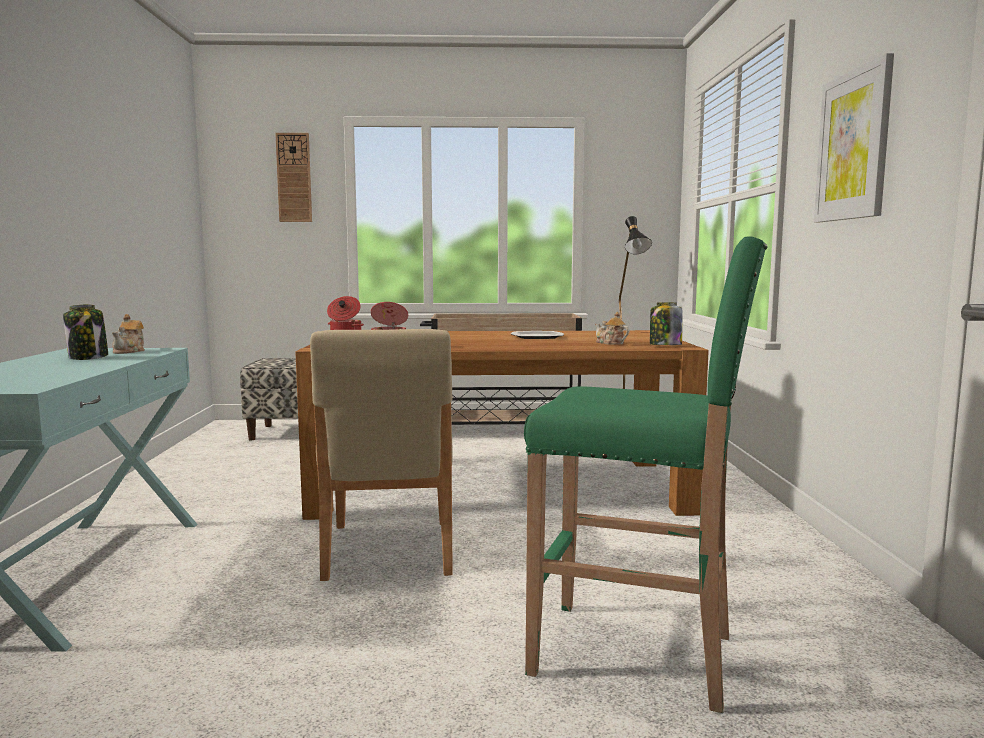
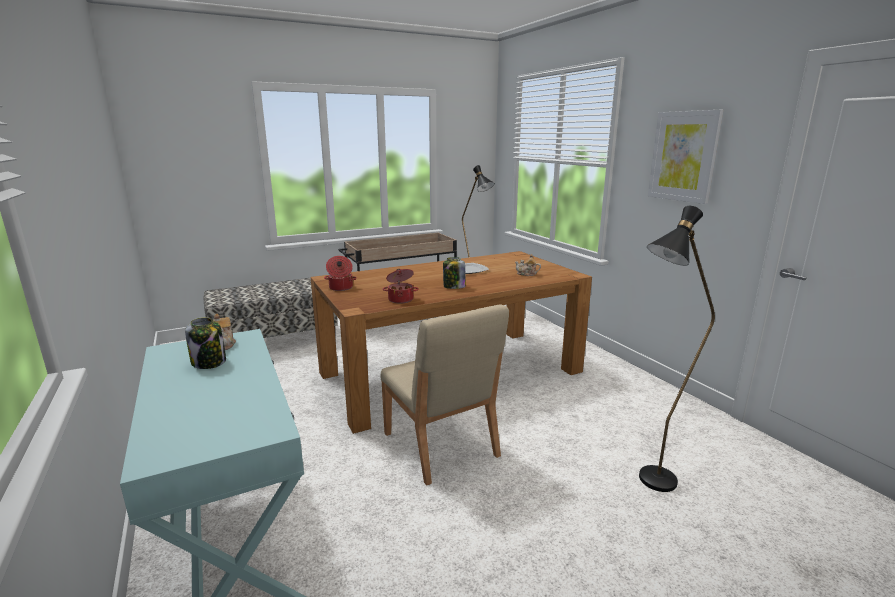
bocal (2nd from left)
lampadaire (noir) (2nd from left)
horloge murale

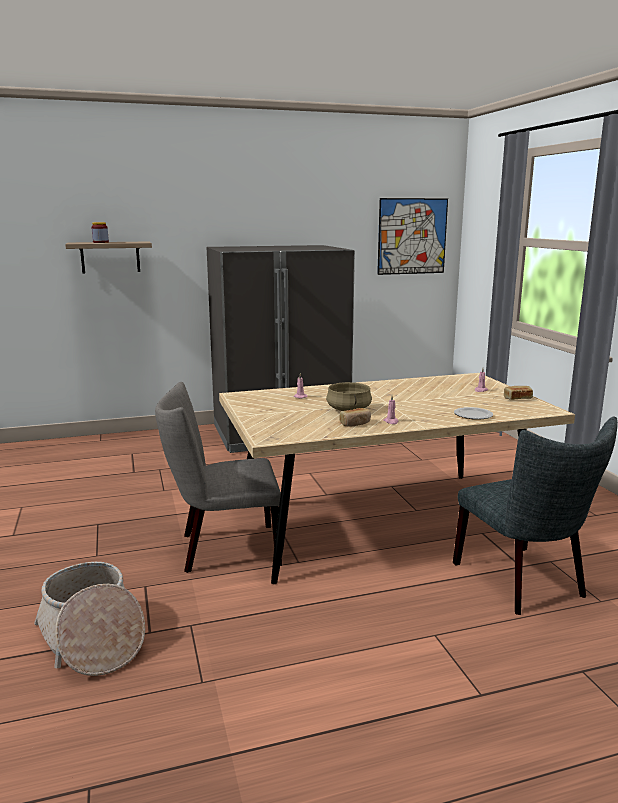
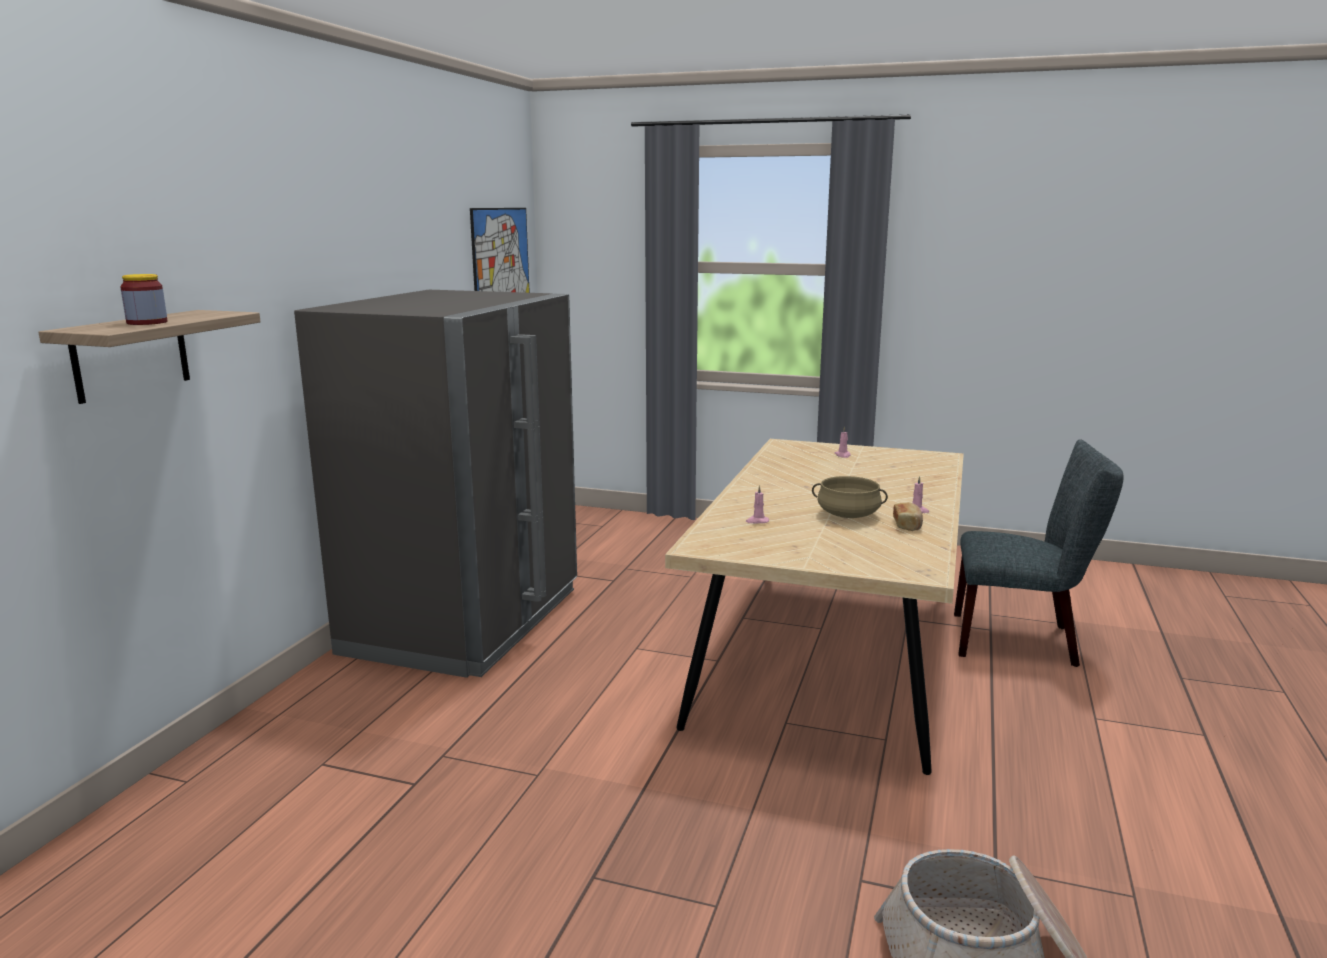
chaise (gris) (1st from left in the first image)
assiette
pain (2nd from left in the first image)

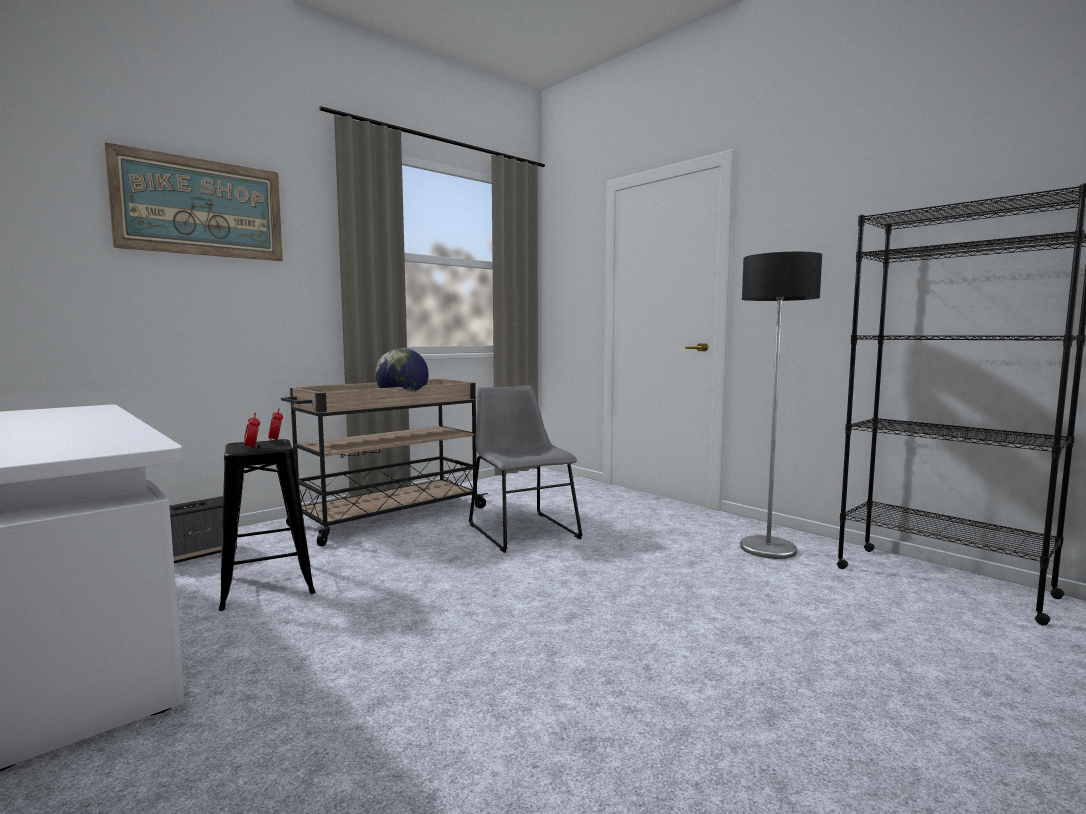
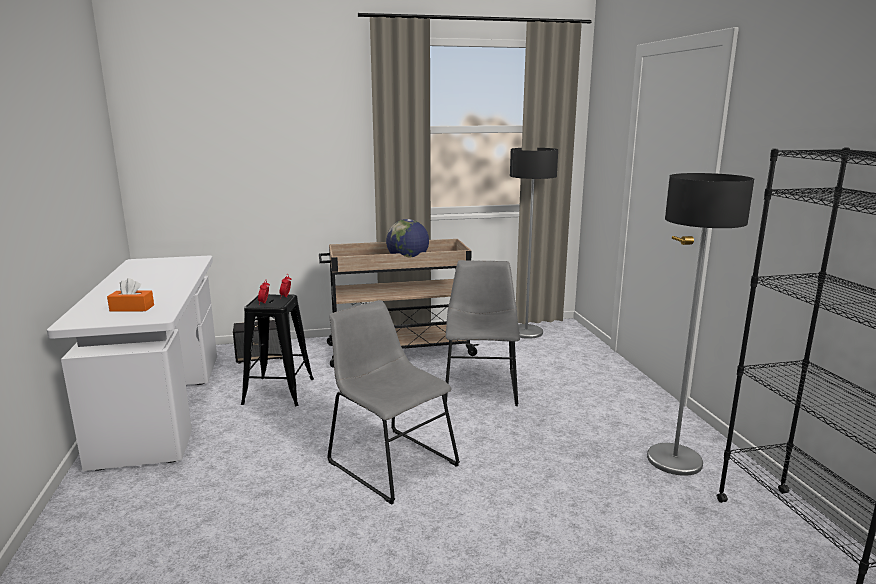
boîte à mouchoirs (orange)
chaise (gris) (1st from left)
lampadaire (1st from left)
tableau

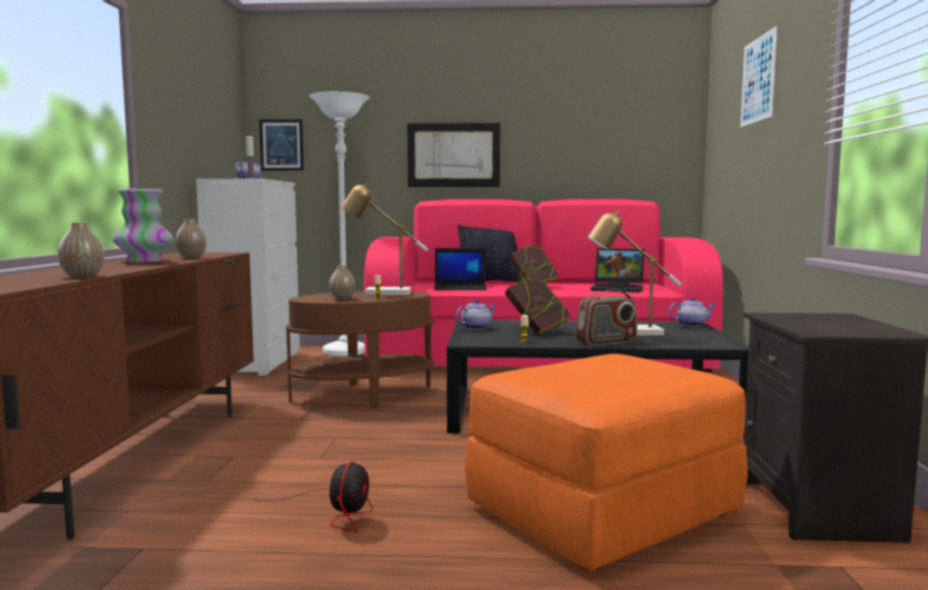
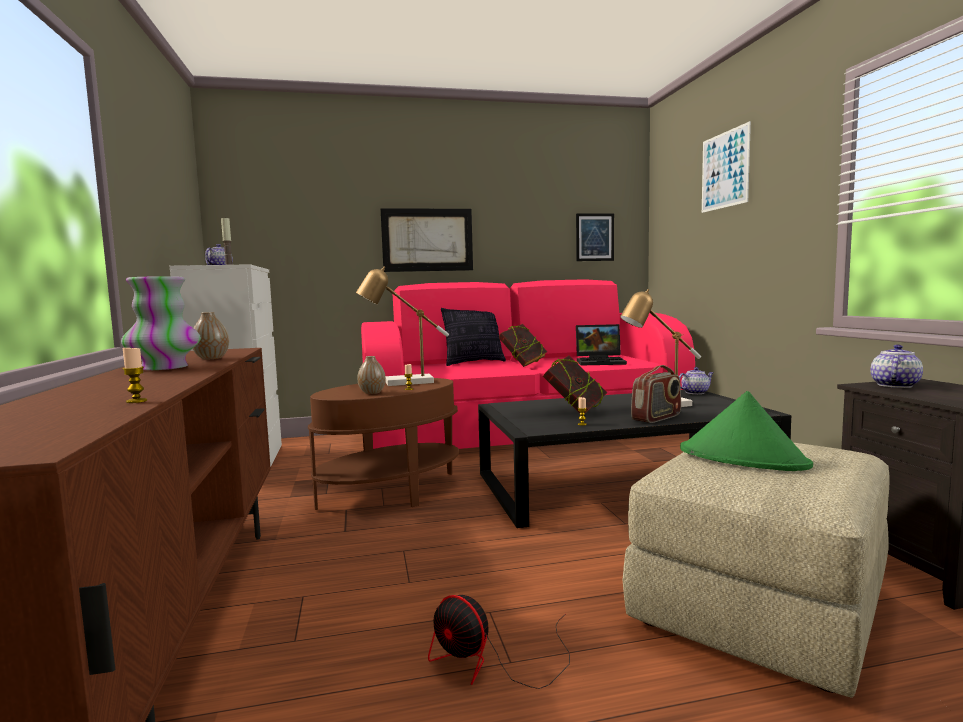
bougie (1st from left)
ventilateur
tableau (2nd from left)
pouf (beige)
chapeau (vert)
théière (3rd from left)
lampadaire (blanc)
ordinateur portable (1st from left in the first image)

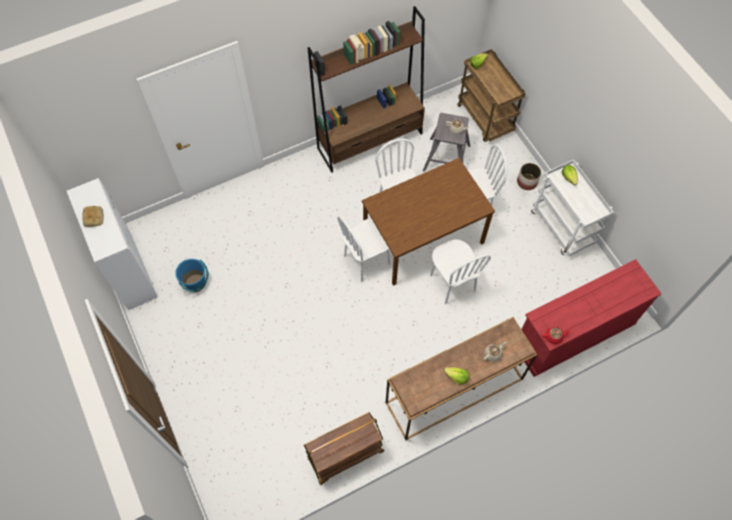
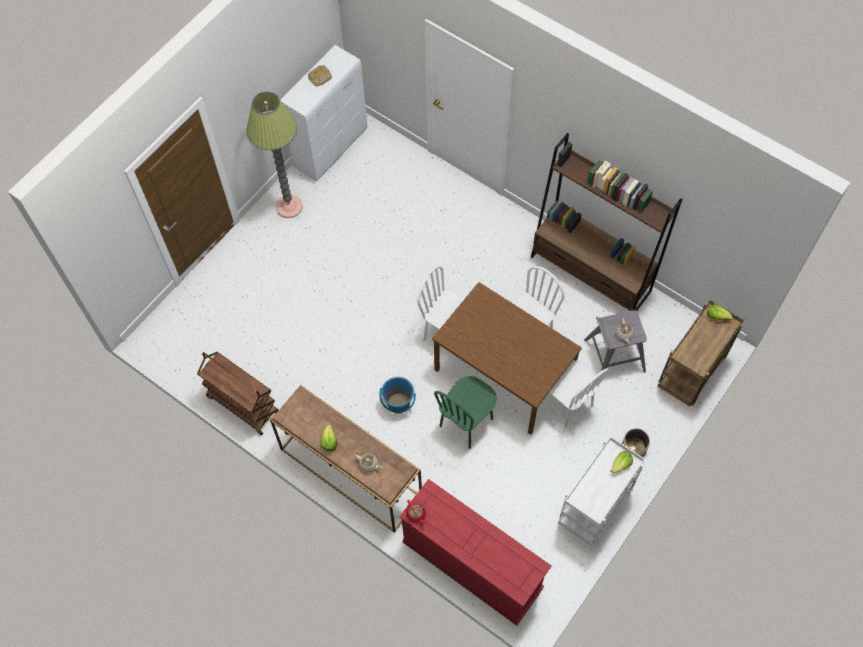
lampadaire
seau (bleu)
chaise (vert)

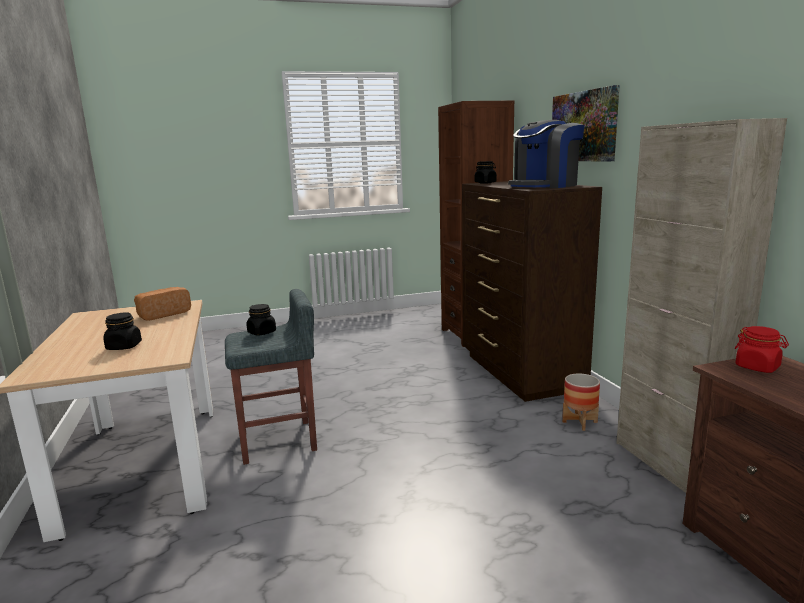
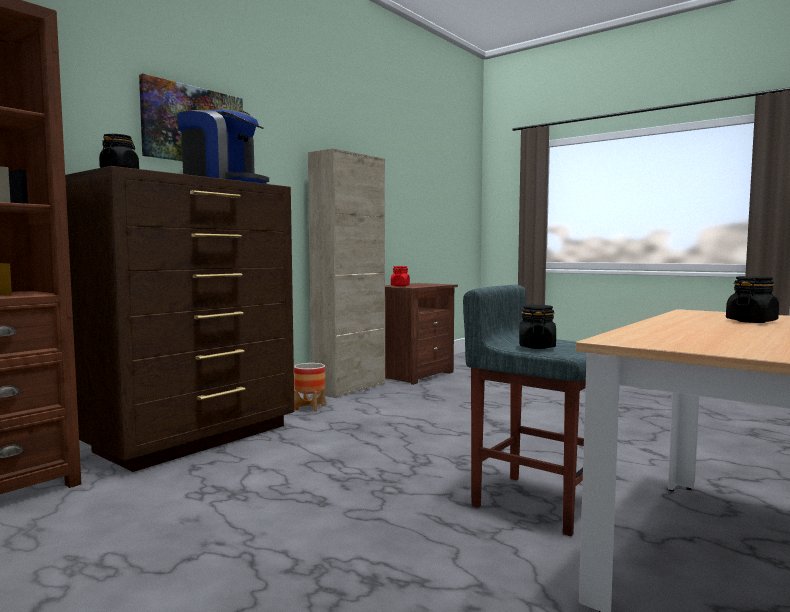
pain

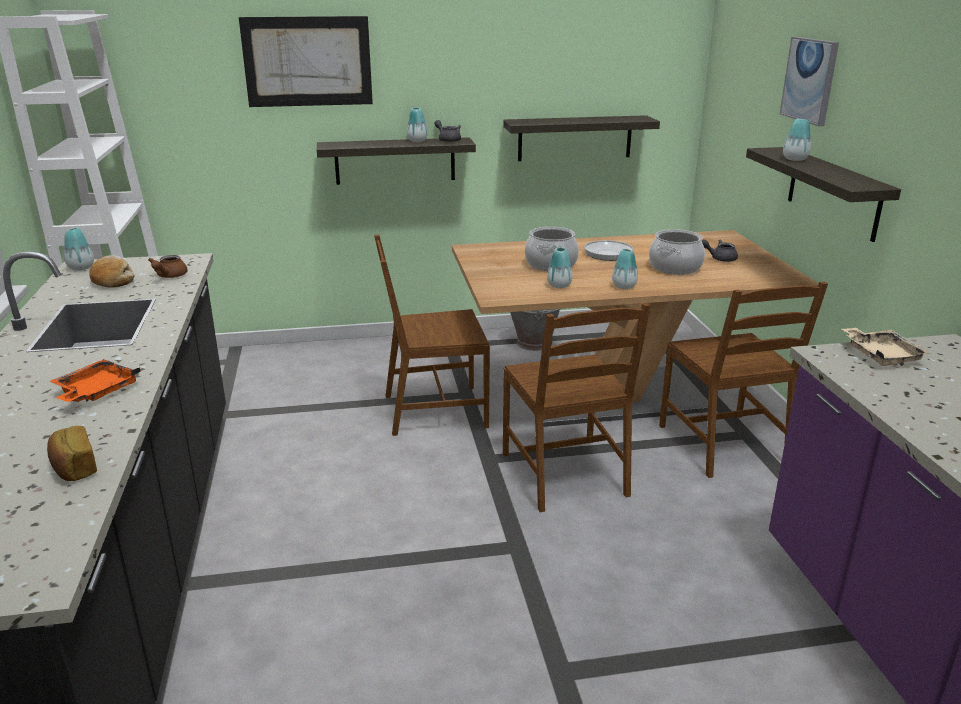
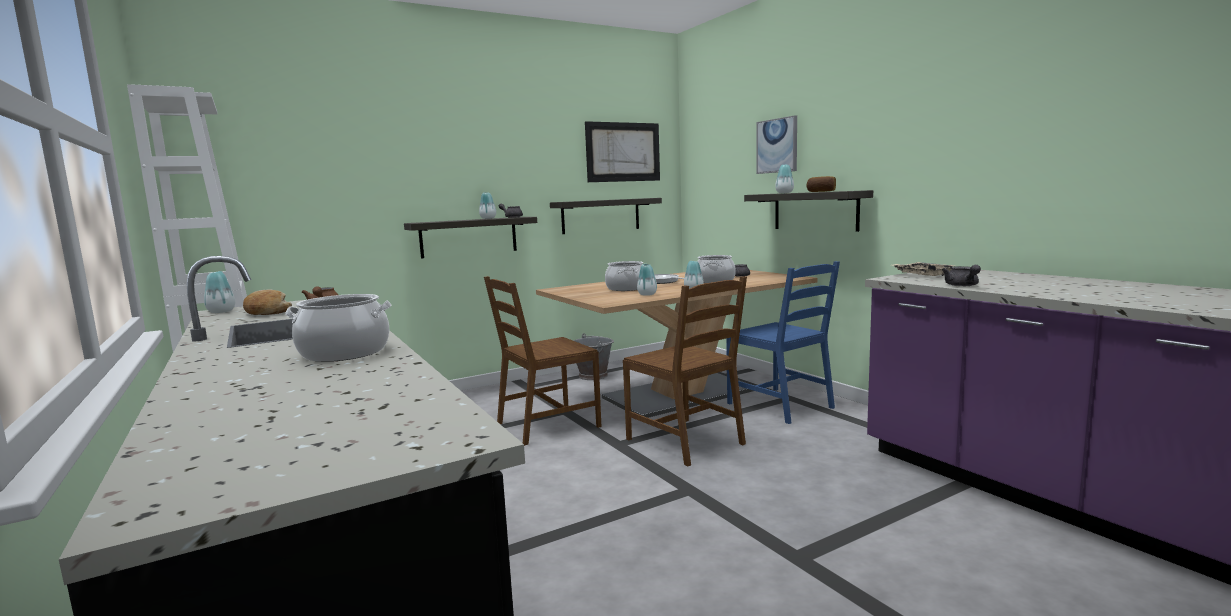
marmite (1st from left)
tableau (1st from left)
chaise (bleu)
pain (2nd from left)
théière (gris) (3rd from left)

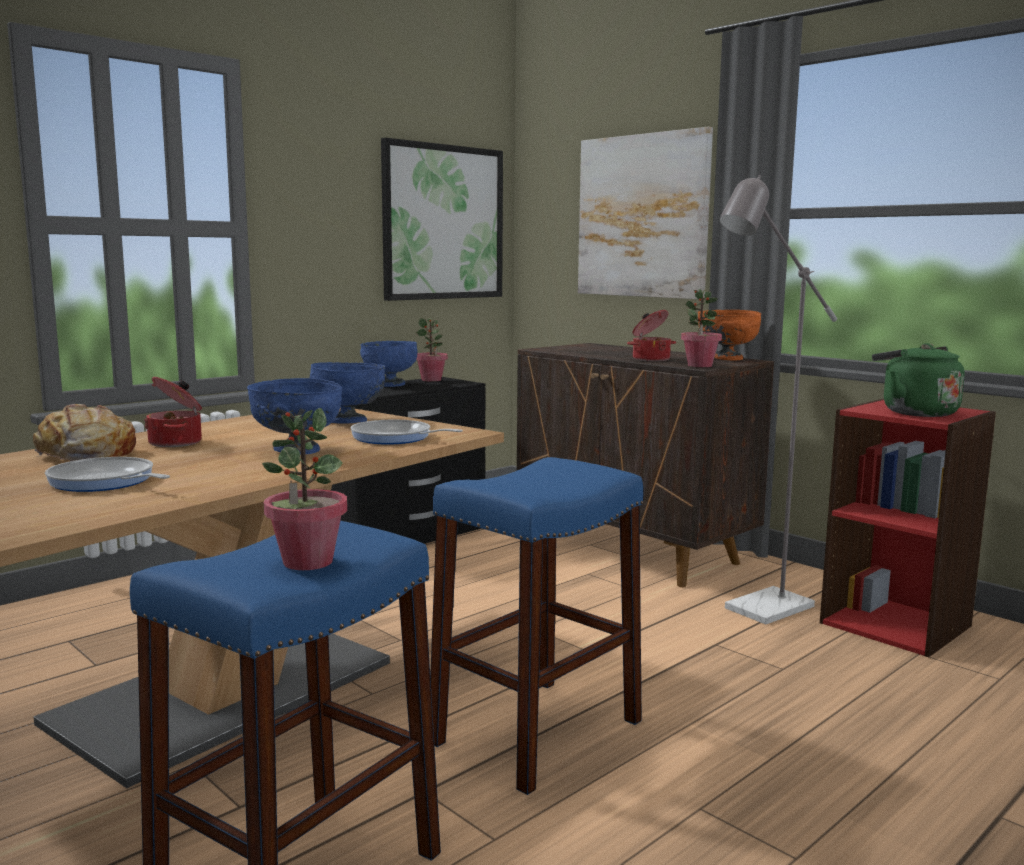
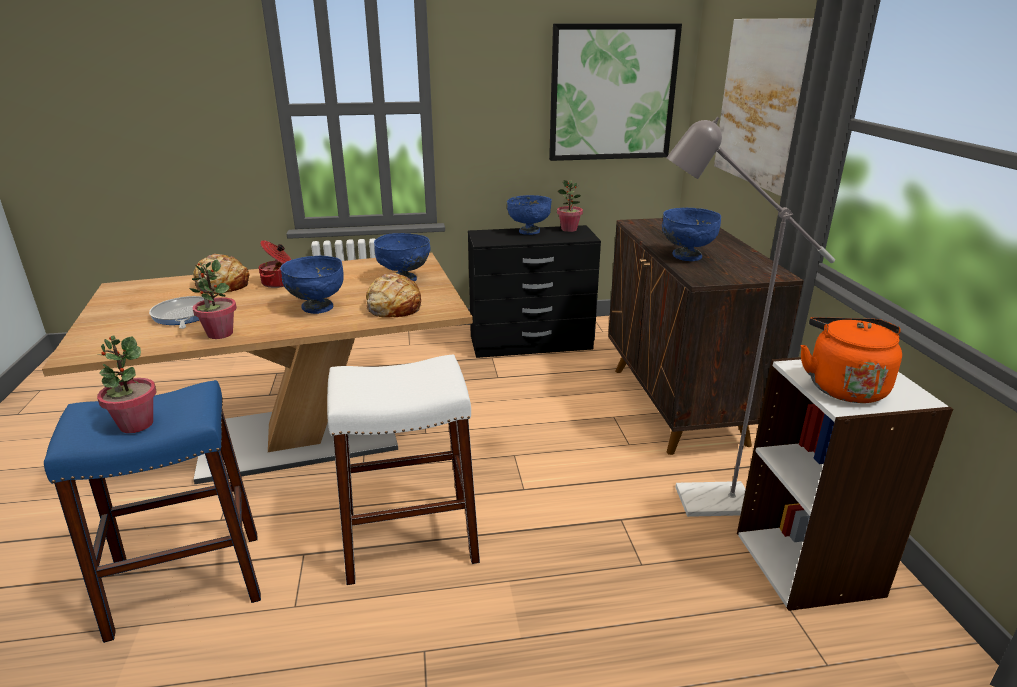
plante en pot (2nd from left)
tabouret (blanc)
pain (2nd from left)
bol (bleu) (4th from left)
bibliothèque (blanc)
bouilloire (orange)
bol (orange)

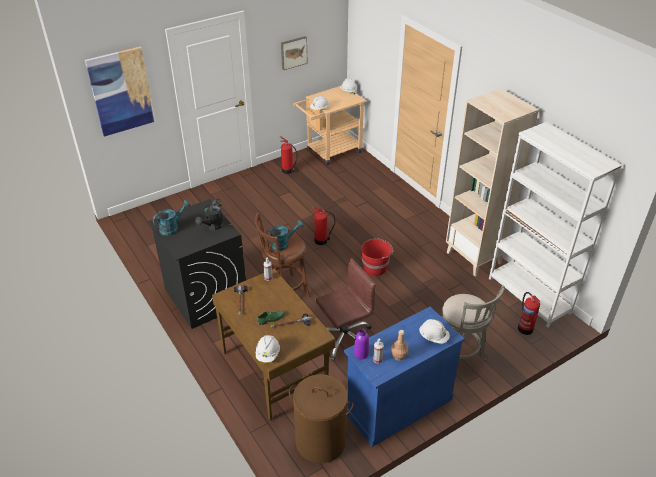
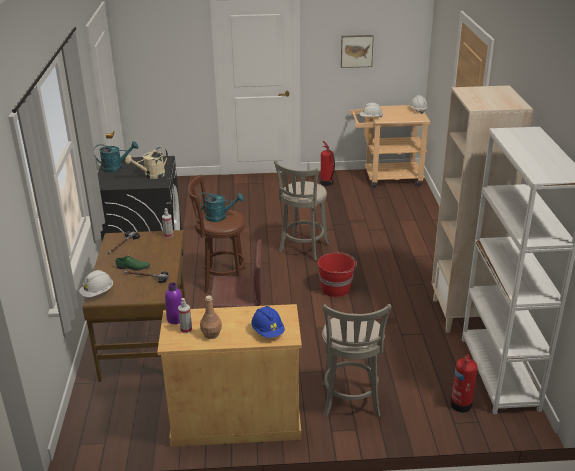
arrosoir (beige)
meuble de rangement (beige)
casque de chantier (bleu)
tabouret (gris) (1st from left)
tableau (1st from left in the first image)
panier à linge (marron)

